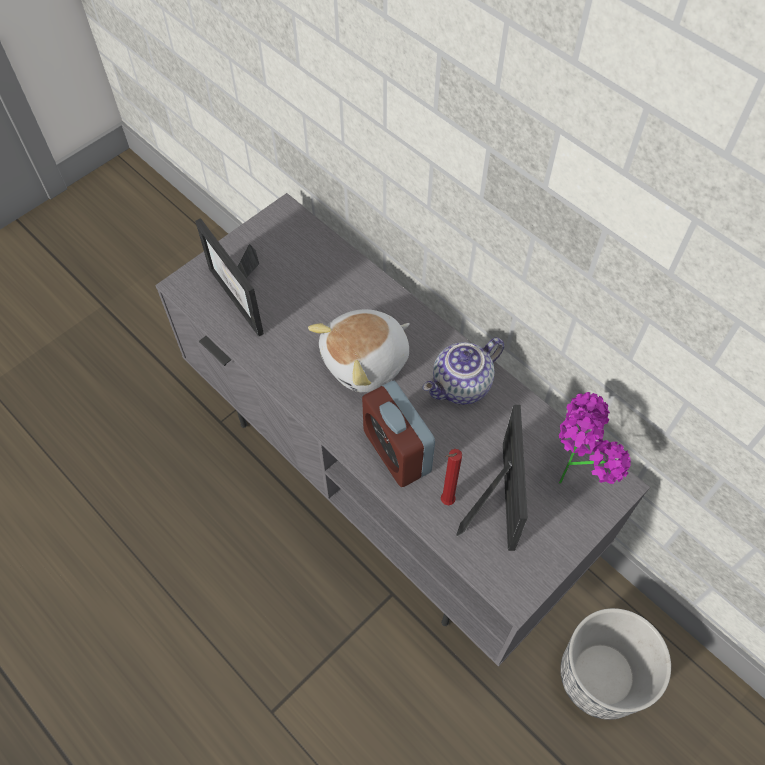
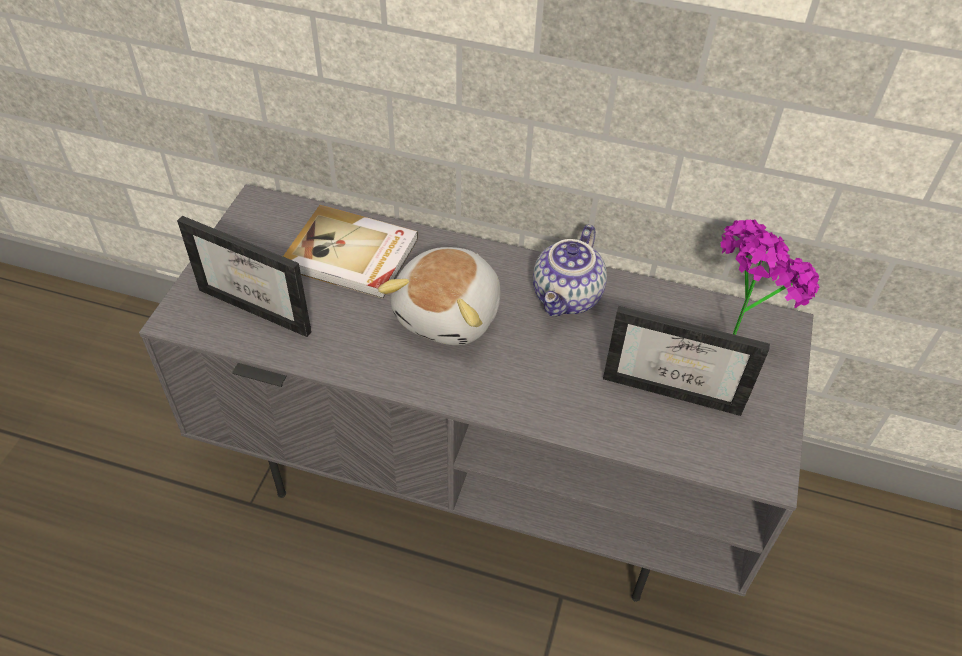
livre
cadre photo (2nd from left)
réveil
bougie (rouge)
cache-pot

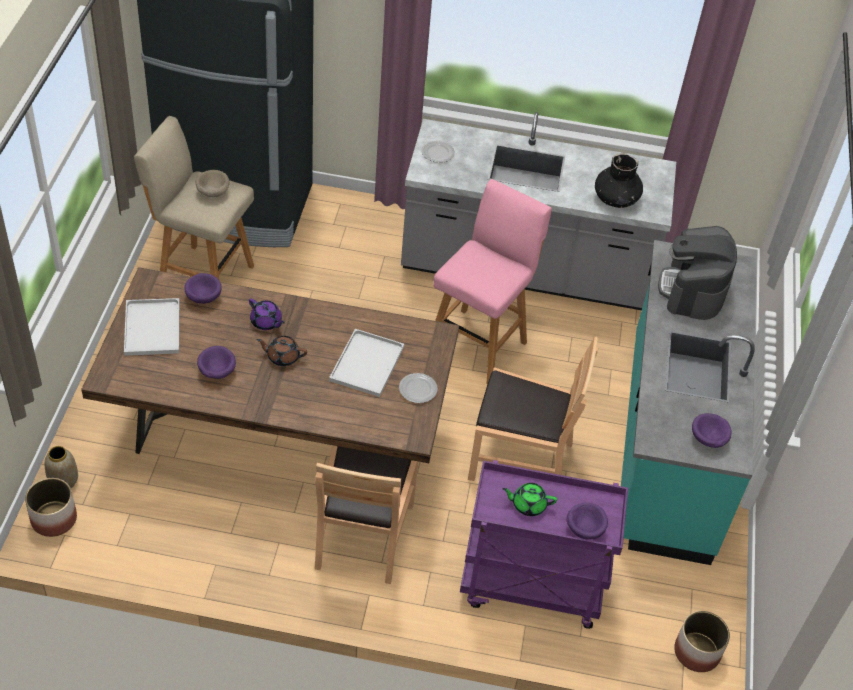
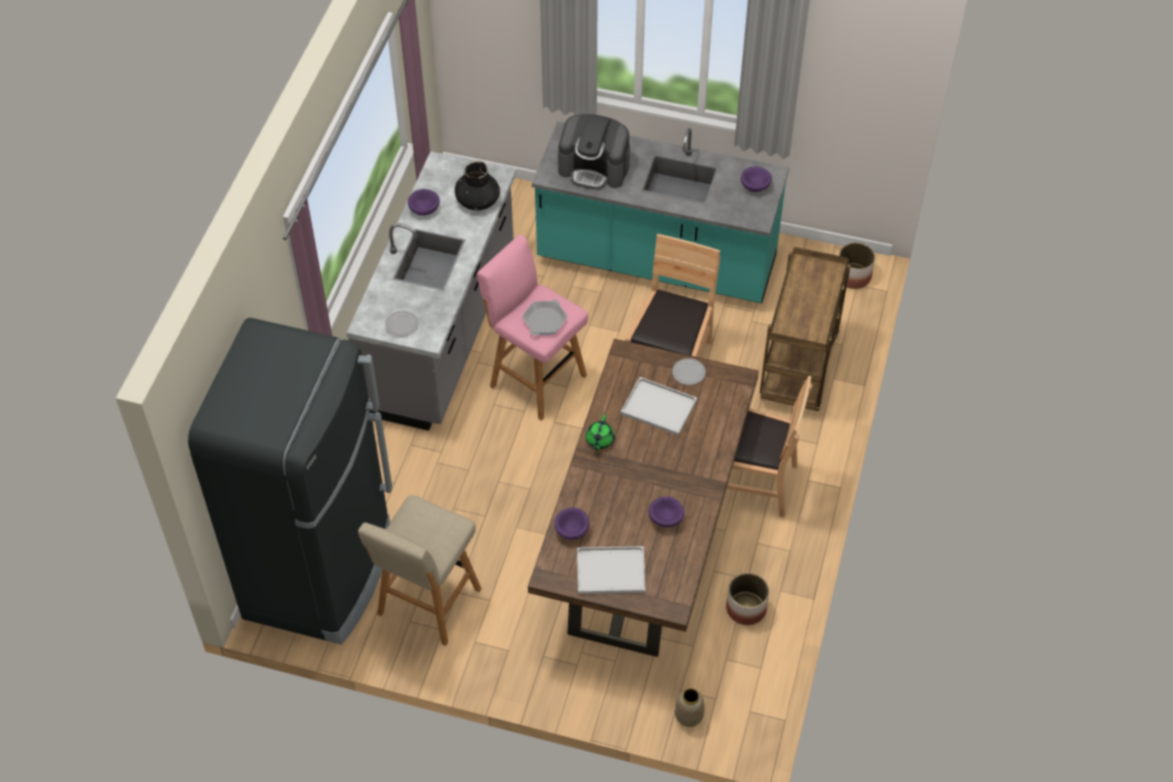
bol (violet) (1st from left)
poêle
théière (vert)
cache-pot (1st from left)
chariot (marron)
bol (beige)
théière (violet)
théière (marron)

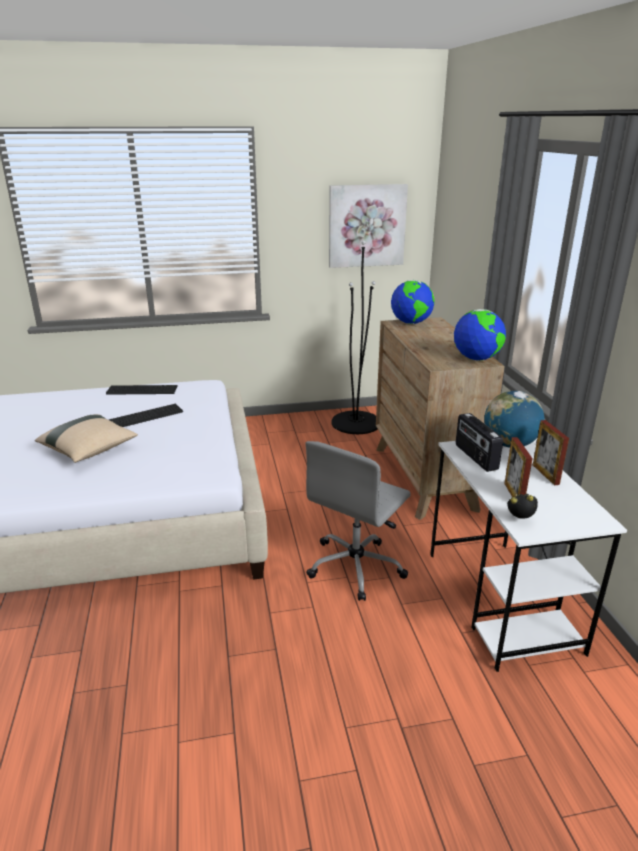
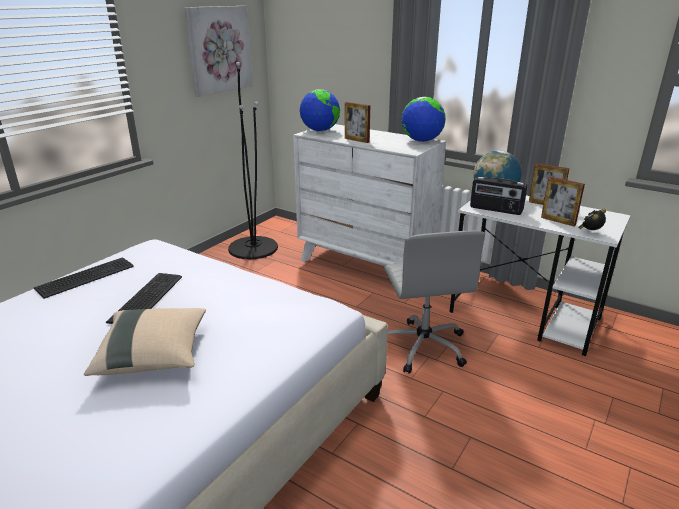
commode (blanc)
cadre photo (1st from left)

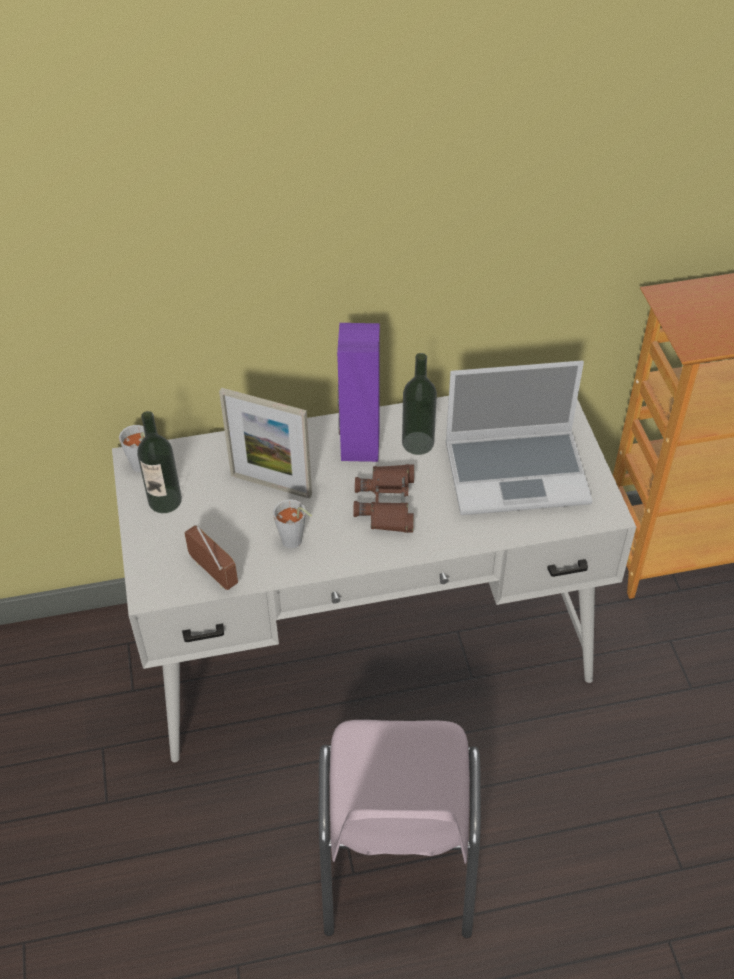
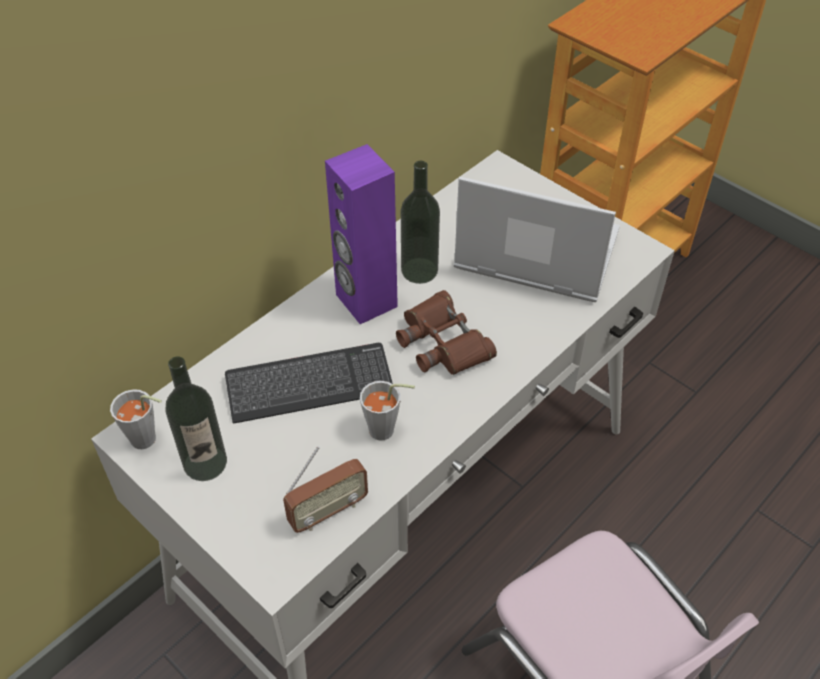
clavier
radio
ordinateur portable

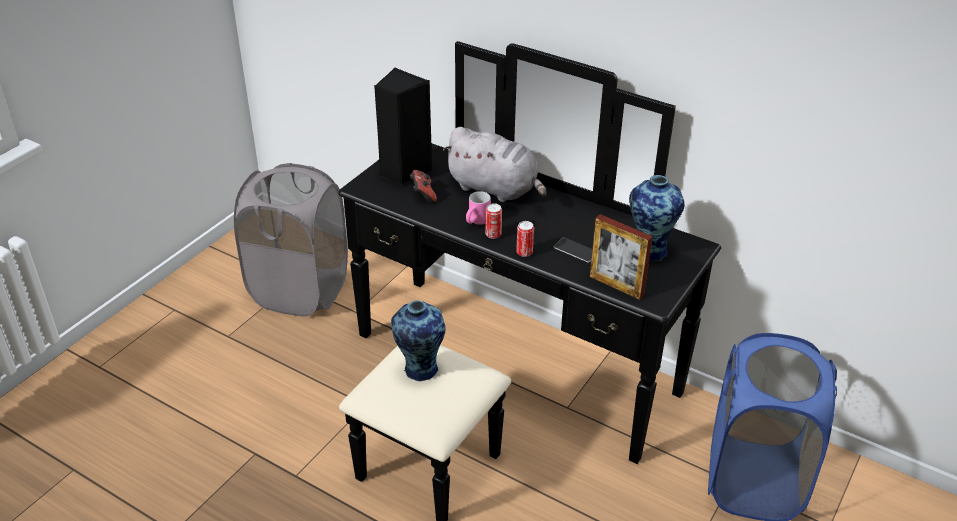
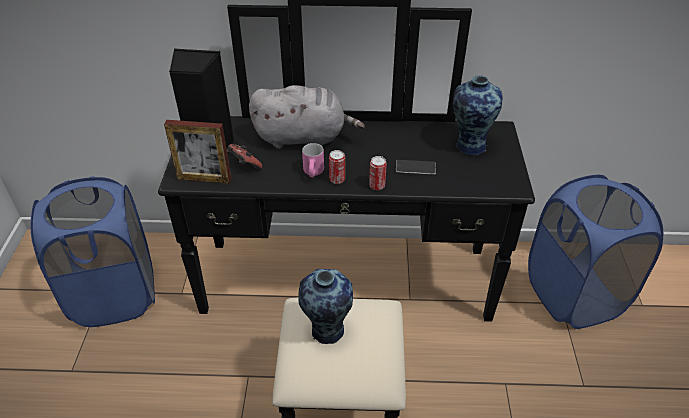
panier à linge (bleu) (1st from left)
cadre photo

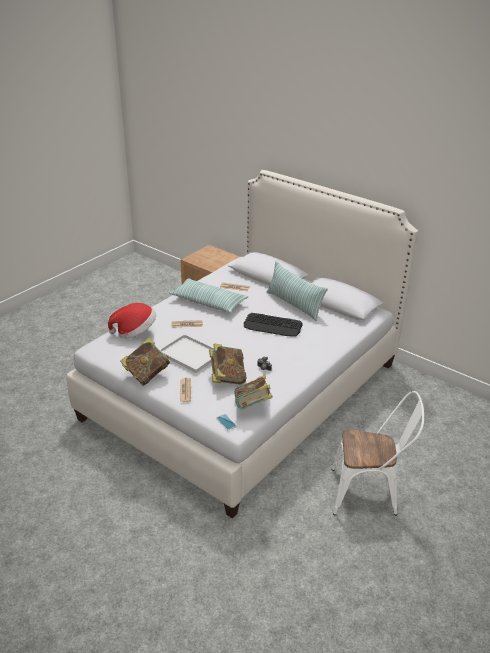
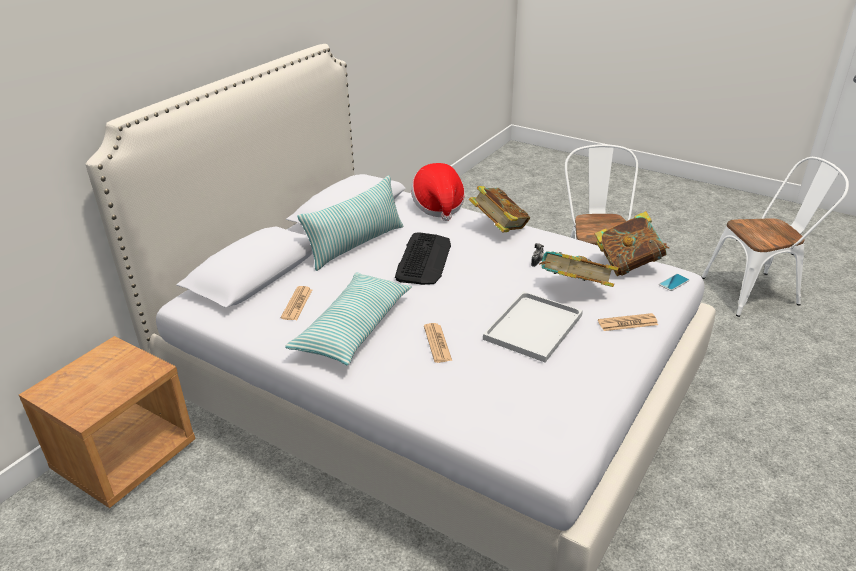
chapeau
livre (1st from left)
chaise (blanc) (2nd from left)

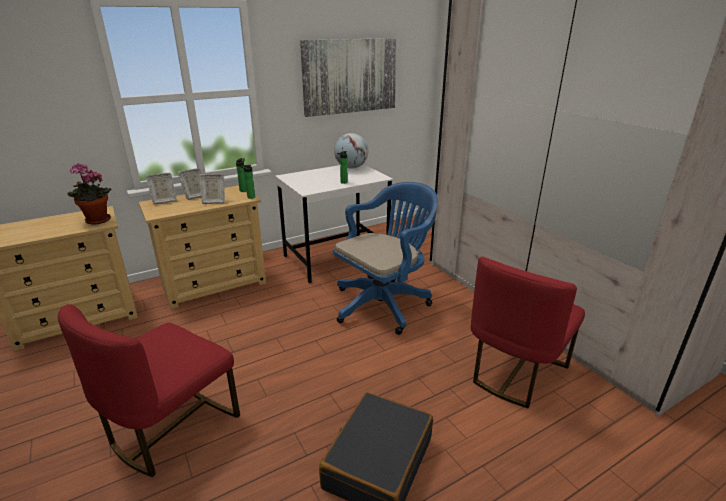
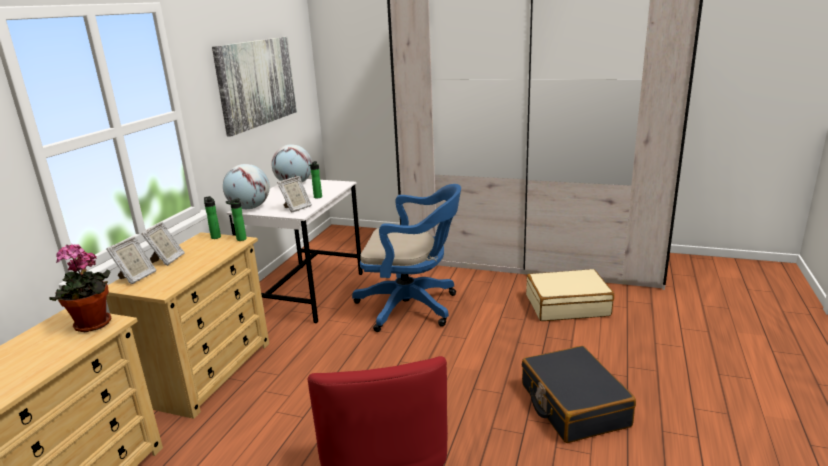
globe (1st from left)
cadre photo (3rd from left)
chaise de bureau (bleu)
valise (beige)

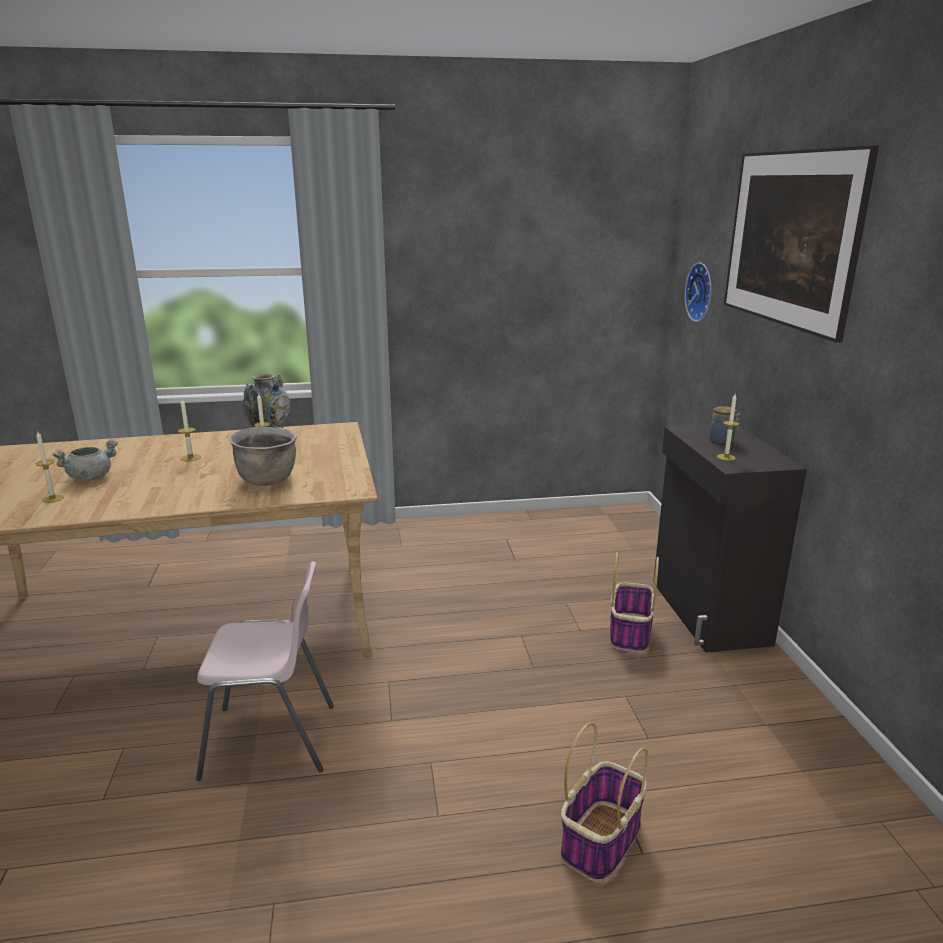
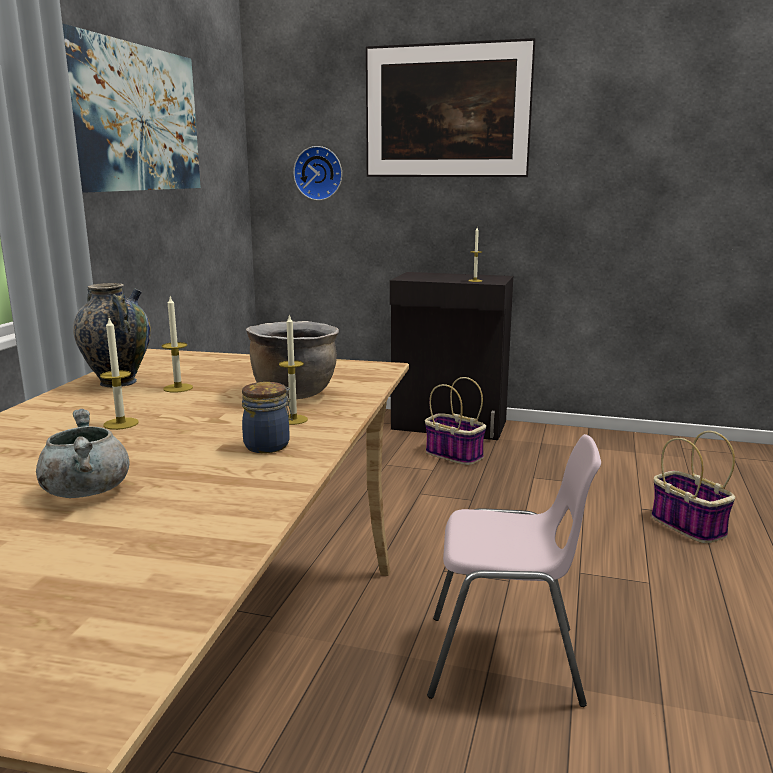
tableau (1st from left)
bocal
bougie (3rd from left)
chaise (rose)

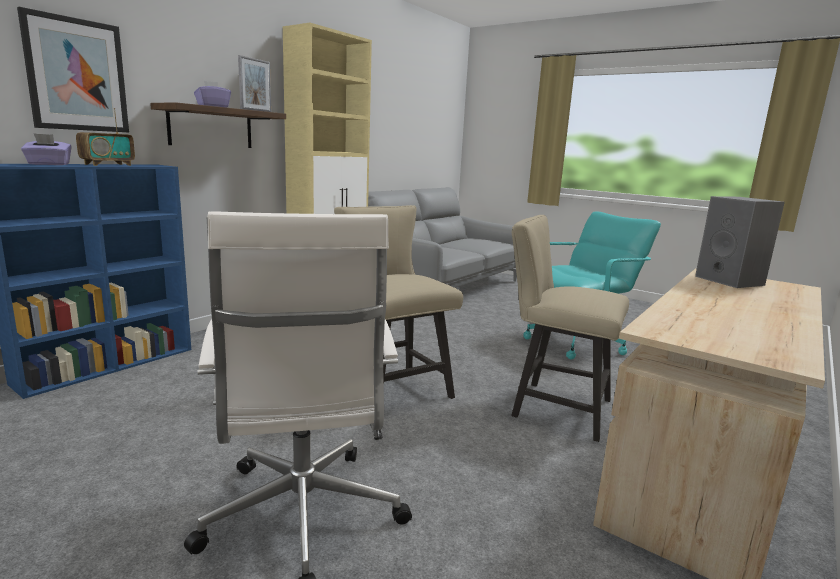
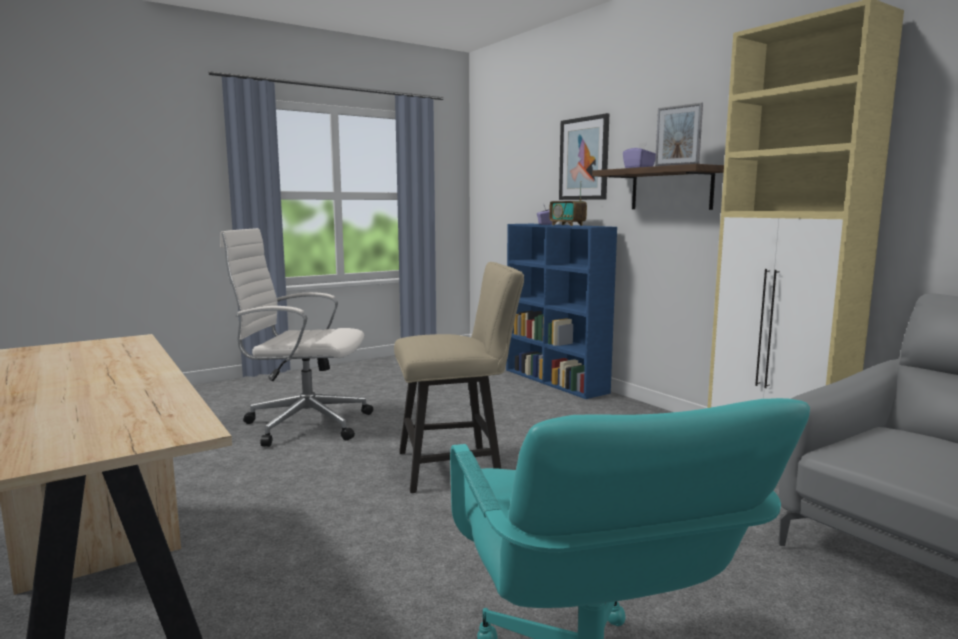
chaise (beige) (2nd from left in the first image)
enceinte (gris)

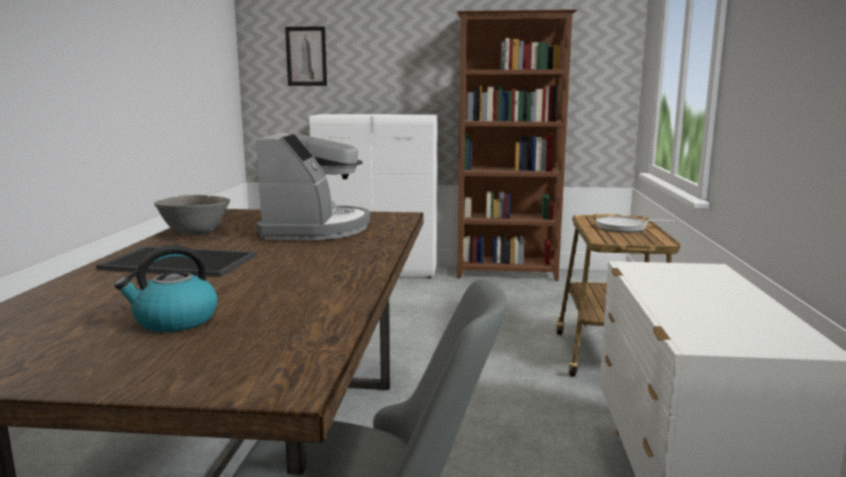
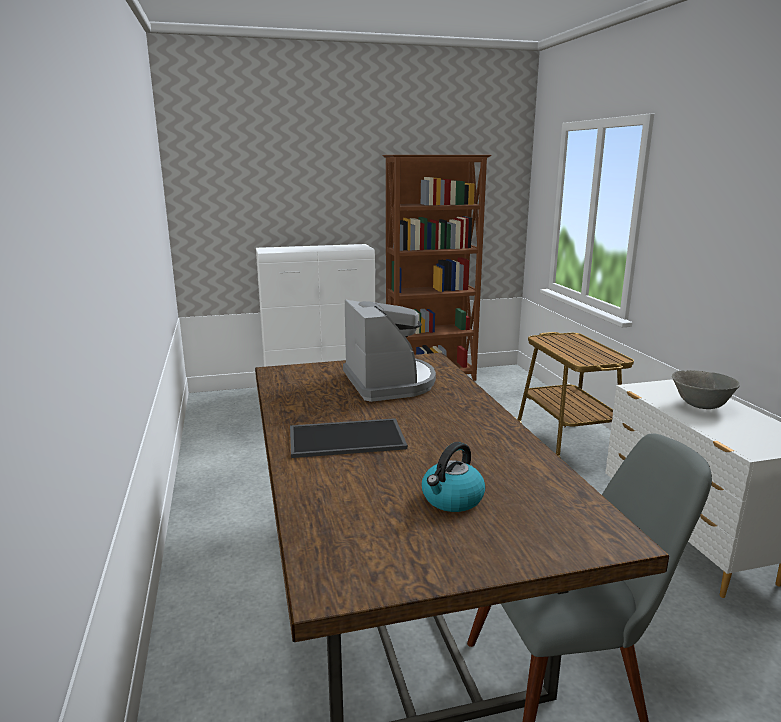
bol (gris)
tableau
poêle

